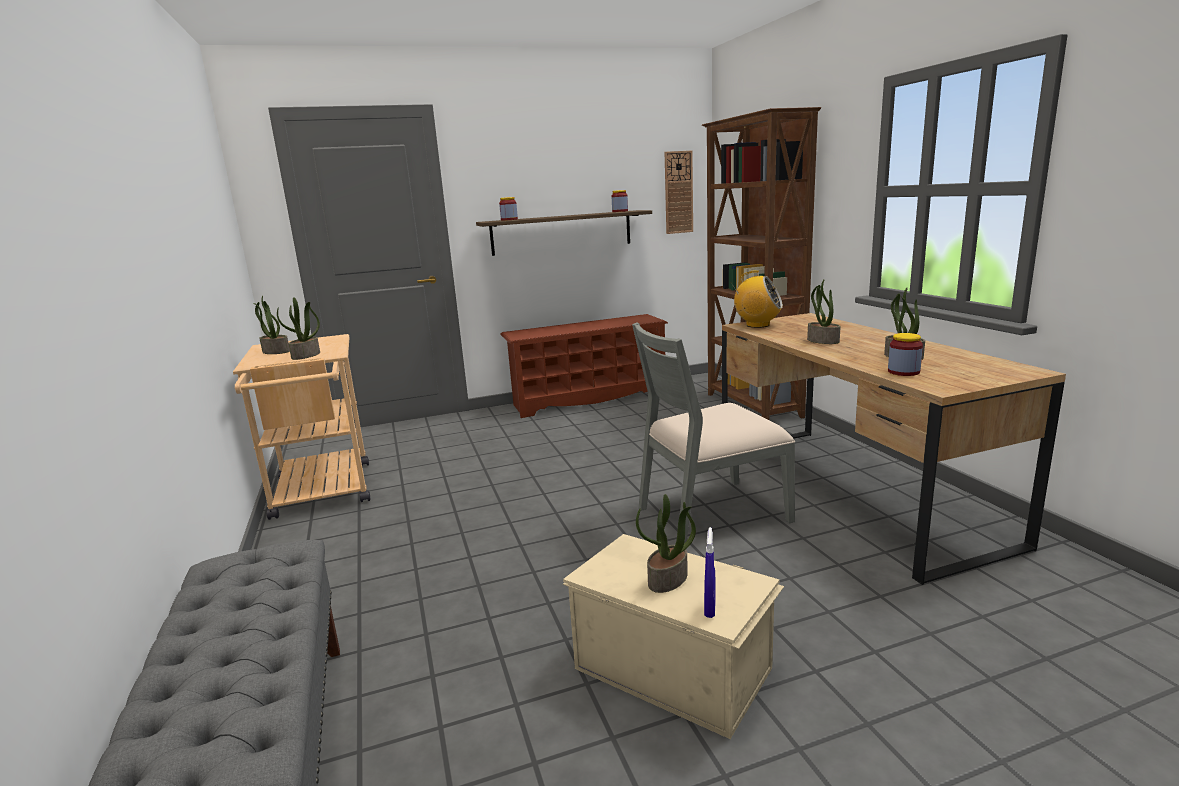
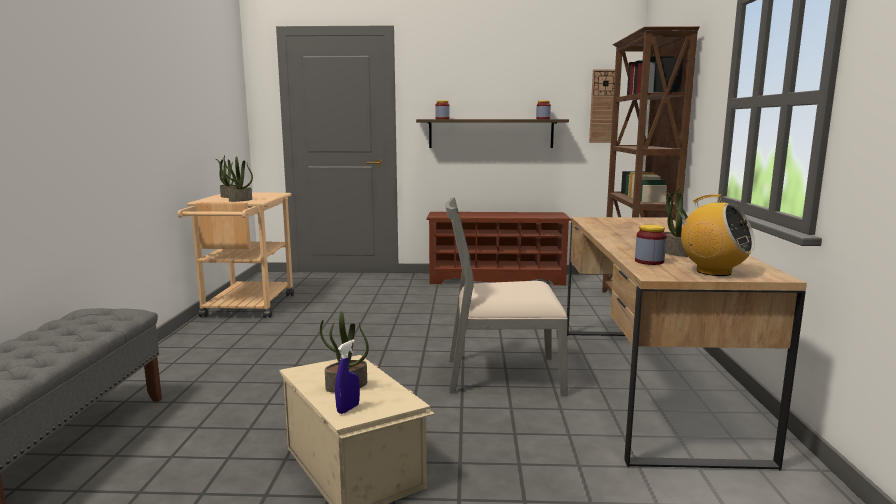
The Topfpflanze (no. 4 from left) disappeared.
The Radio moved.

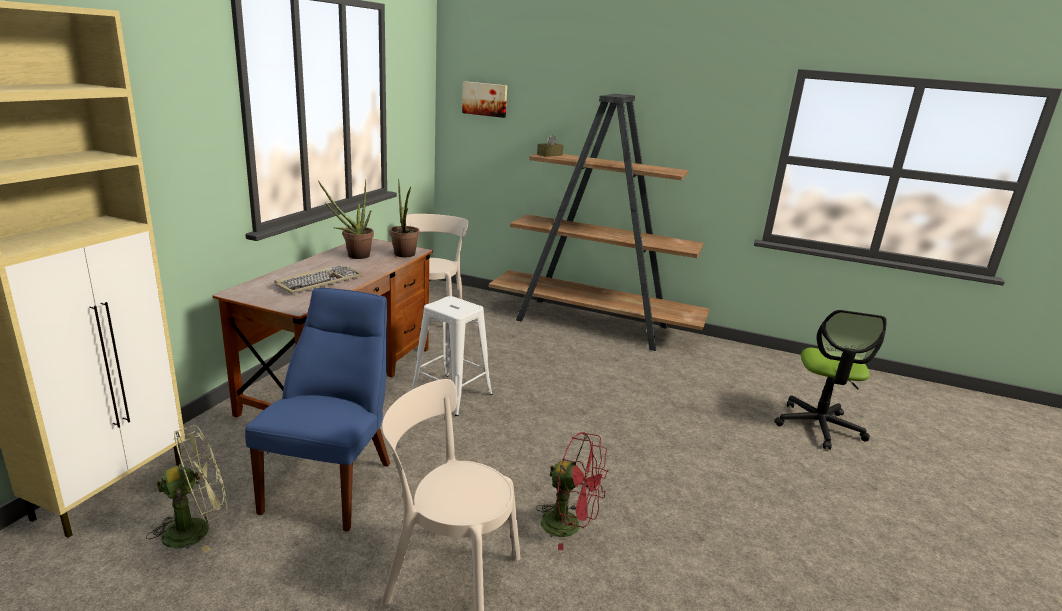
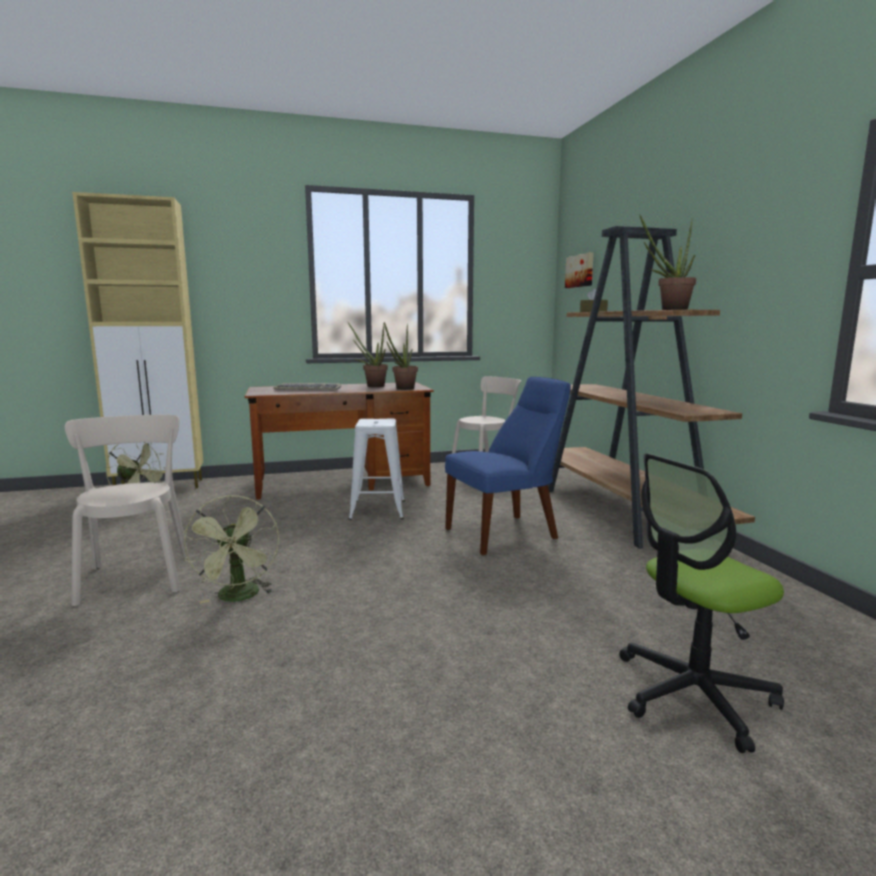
The Topfpflanze (no. 3 from left) appeared.
The Stuhl/blau moved.
The Ventilator/rot became the Ventilator/grün (no. 2 from left).

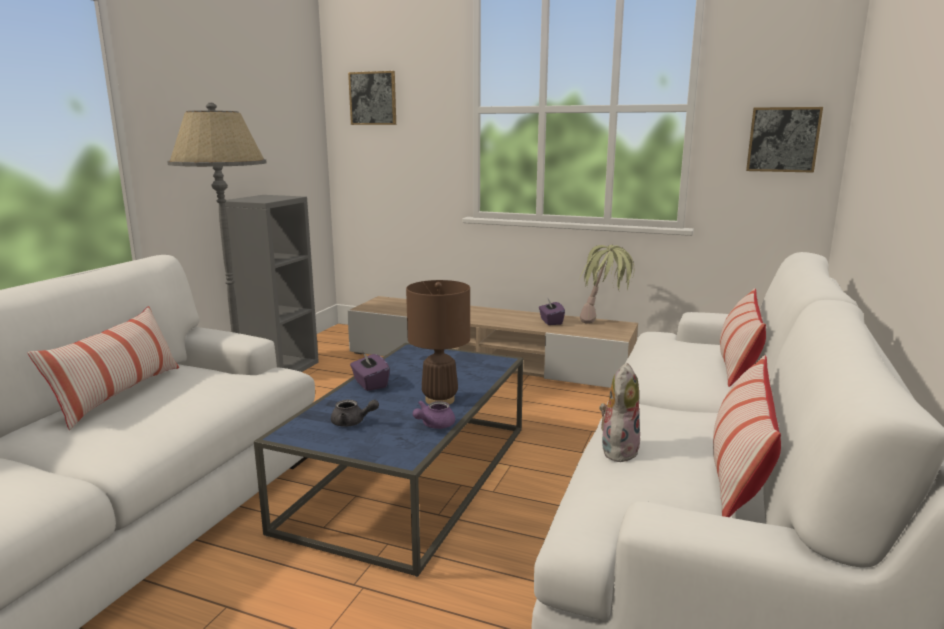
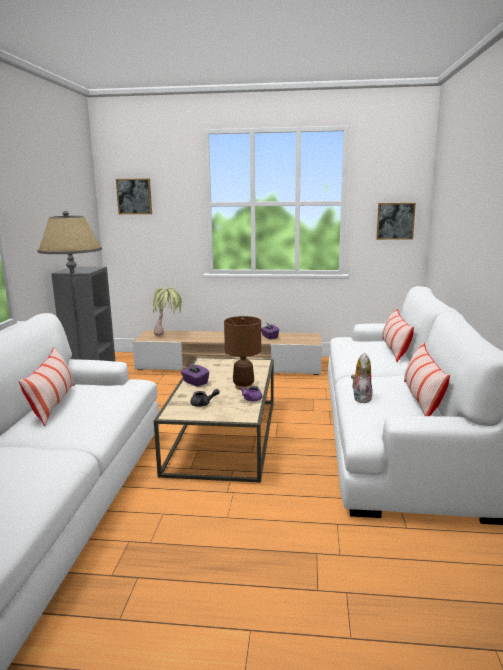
The Topfpflanze moved.
The Couchtisch/blau became the Couchtisch/beige.

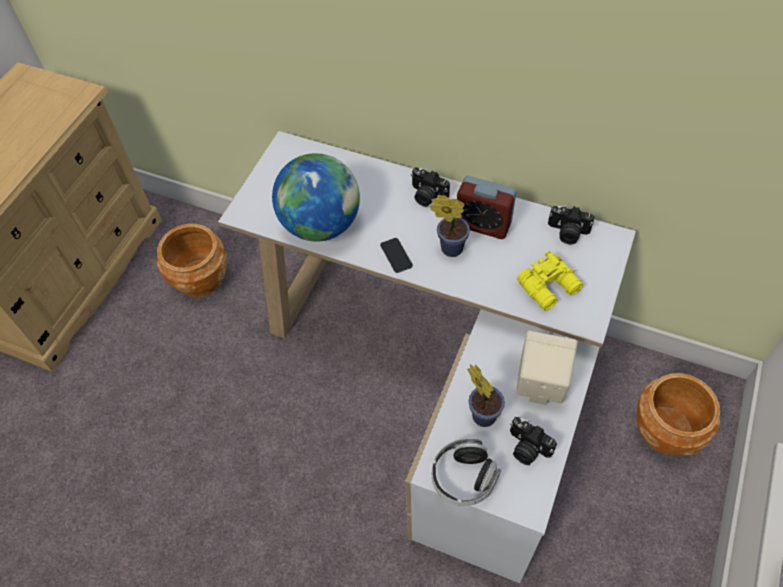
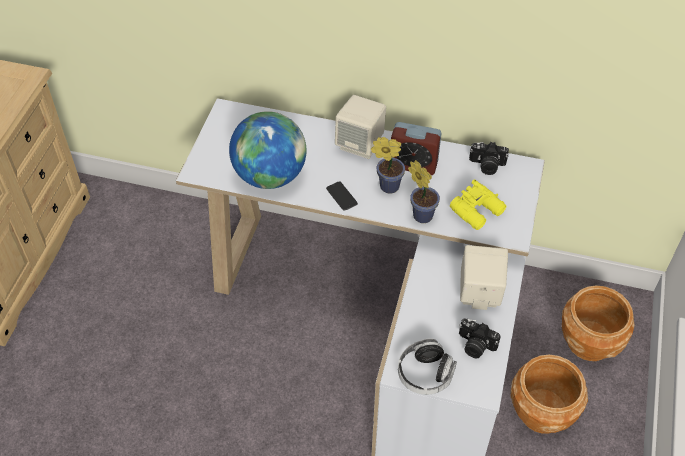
The Pflanzkübel/braun (no. 1 from left) moved.
The Topfpflanze (no. 2 from left) moved.
The Kamera (no. 1 from left) was replaced by the Lautsprecher/beige (no. 1 from left).

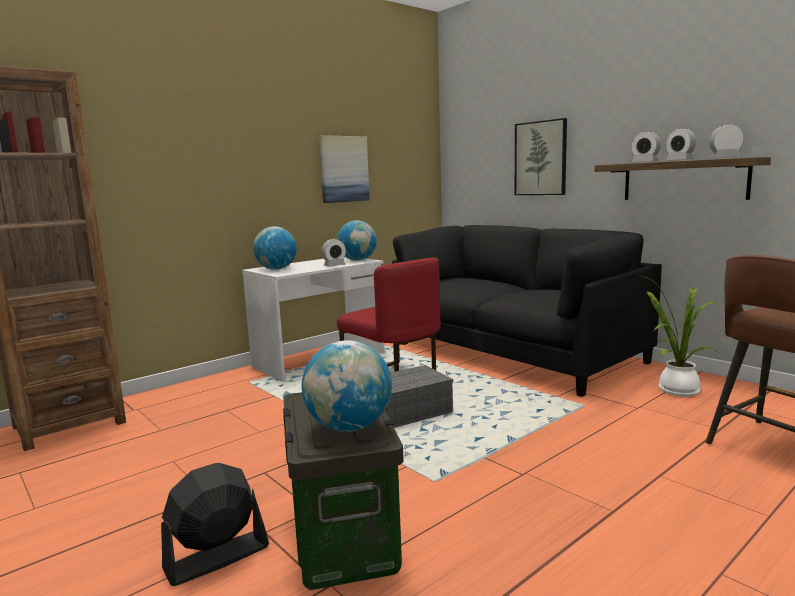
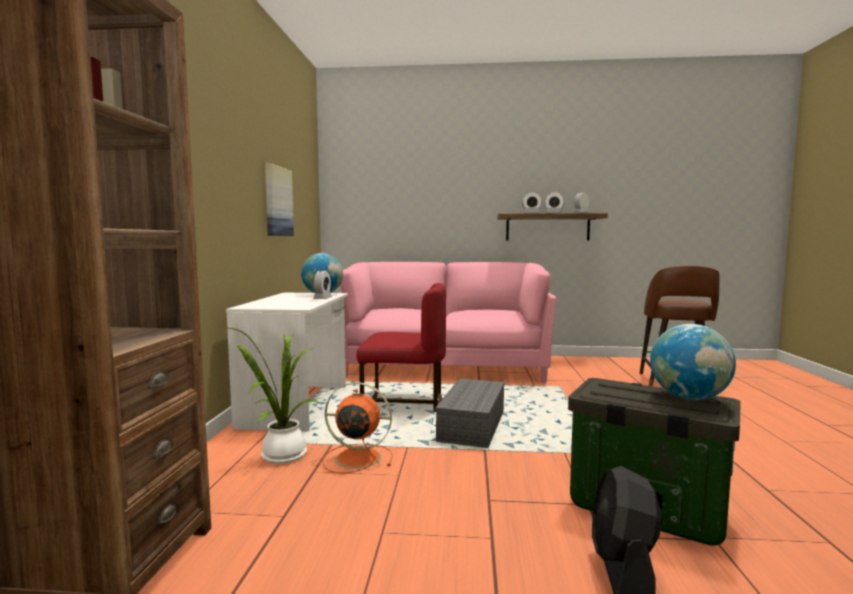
The Globus (no. 1 from left) disappeared.
The Bild (no. 2 from left) disappeared.
The Ventilator/orange appeared.
The Topfpflanze moved.
The Sofa/schwarz became the Sofa/rosa.

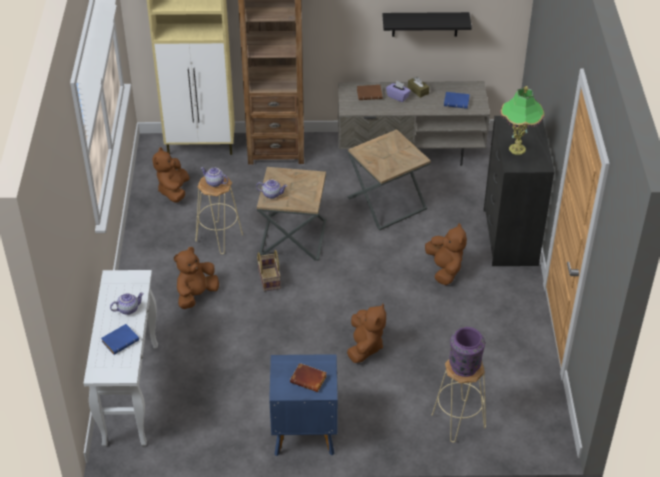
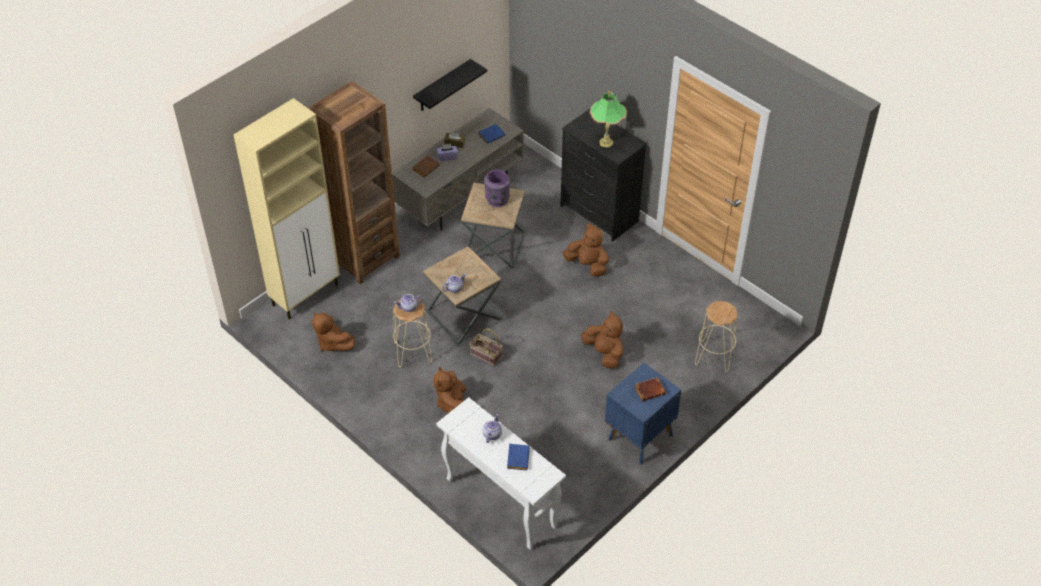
The Vase/lila moved.

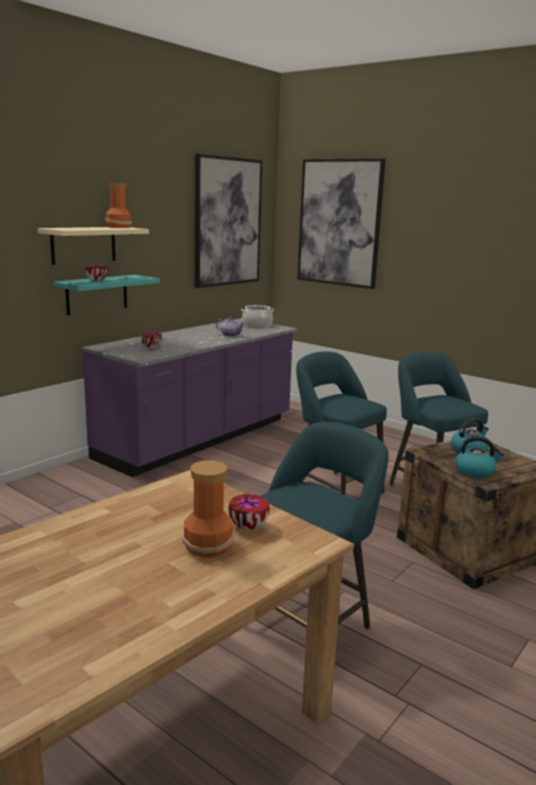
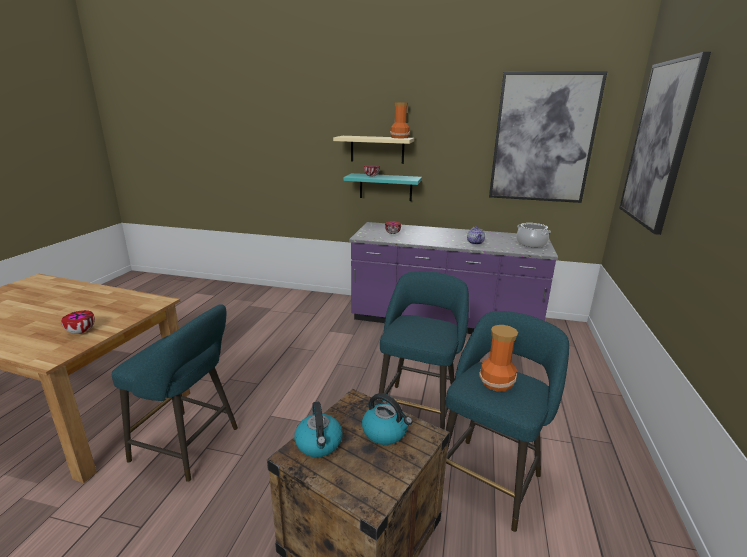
The Vase (no. 2 from left) moved.

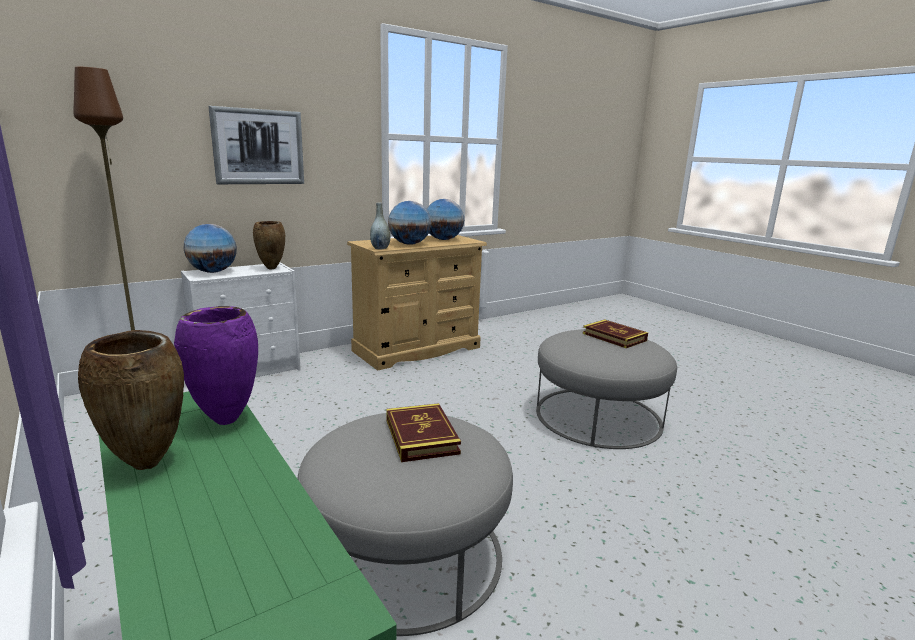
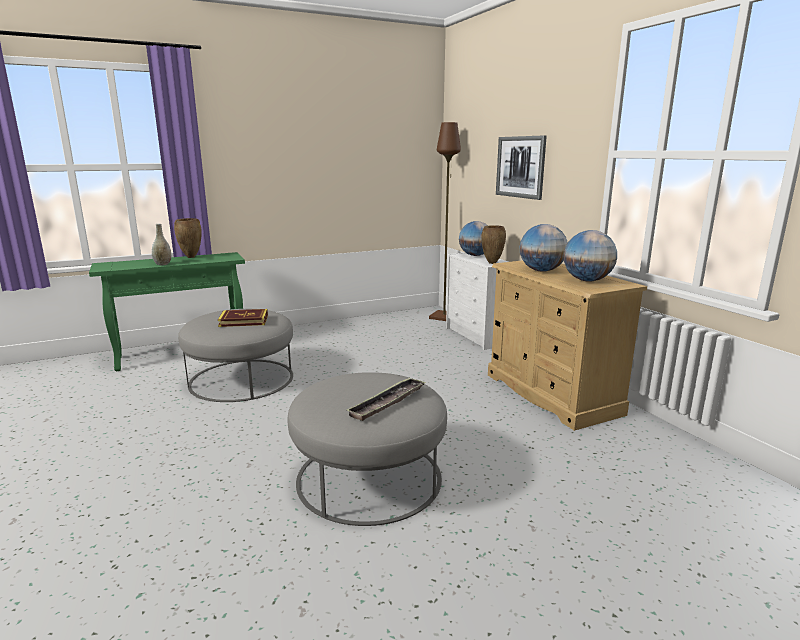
The Vase/lila disappeared.
The Vase/grau moved.
The Buch (no. 2 from left) was replaced by the Tablett.

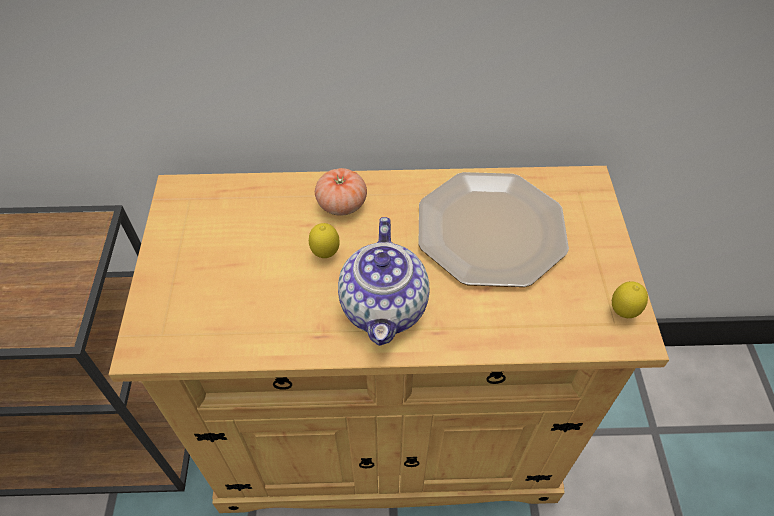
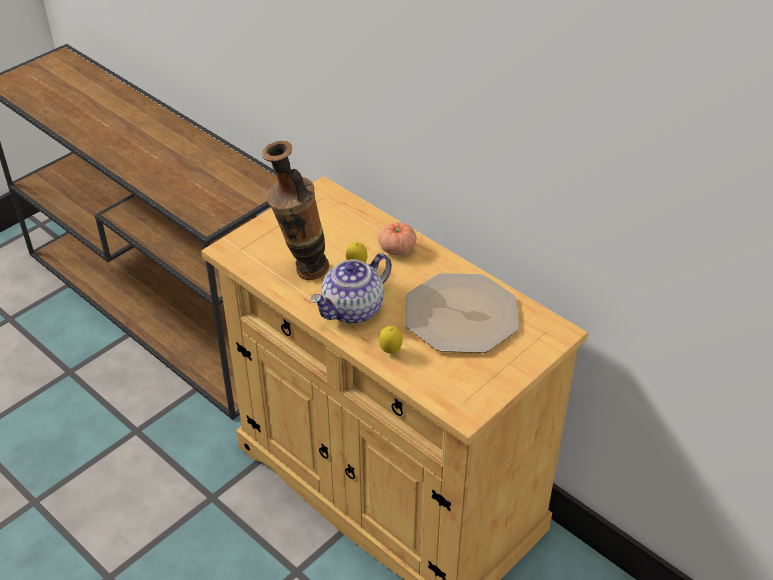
The Vase appeared.
The Zitrone (no. 2 from left) moved.

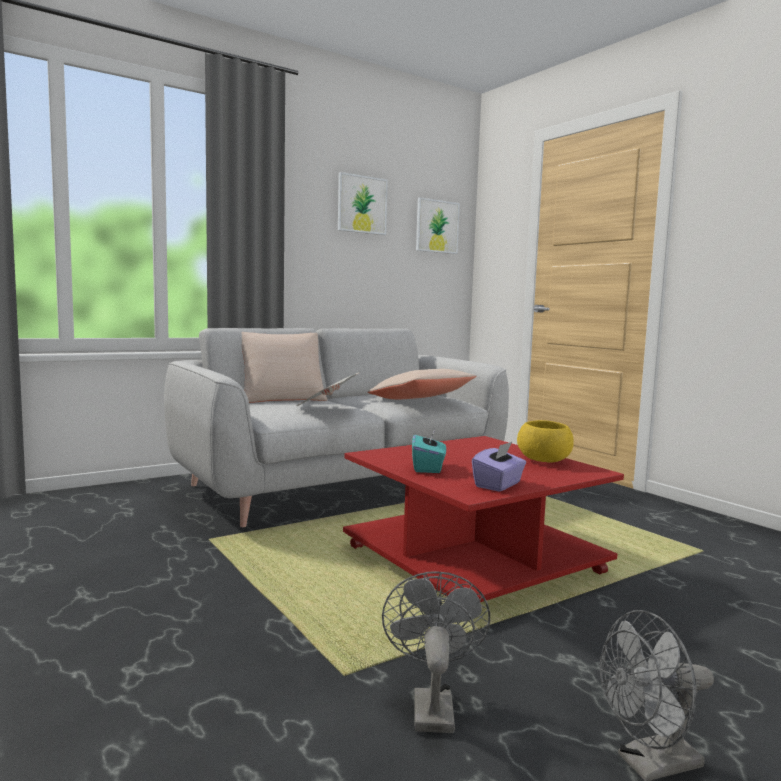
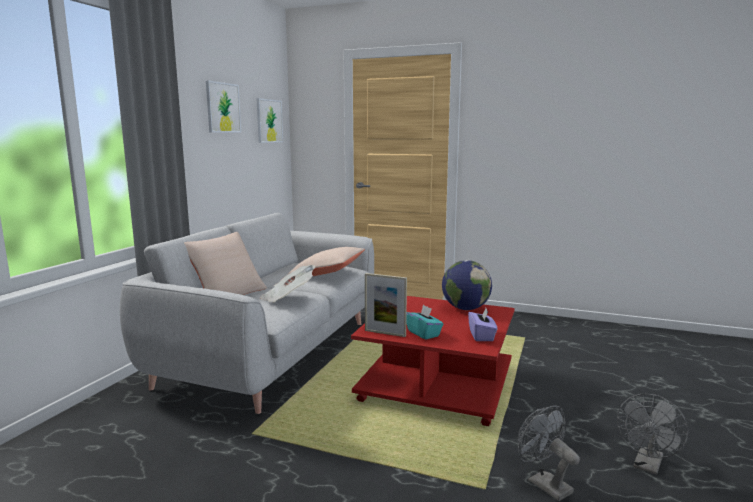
The Bilderrahmen appeared.
The Schüssel/gelb was replaced by the Globus.

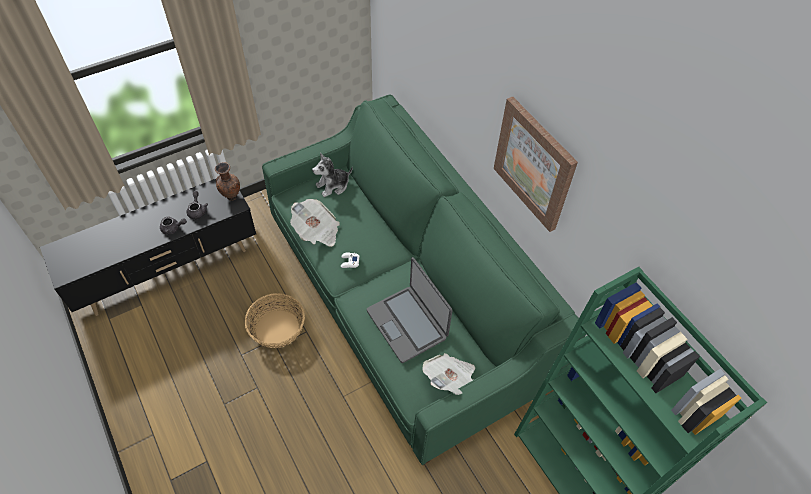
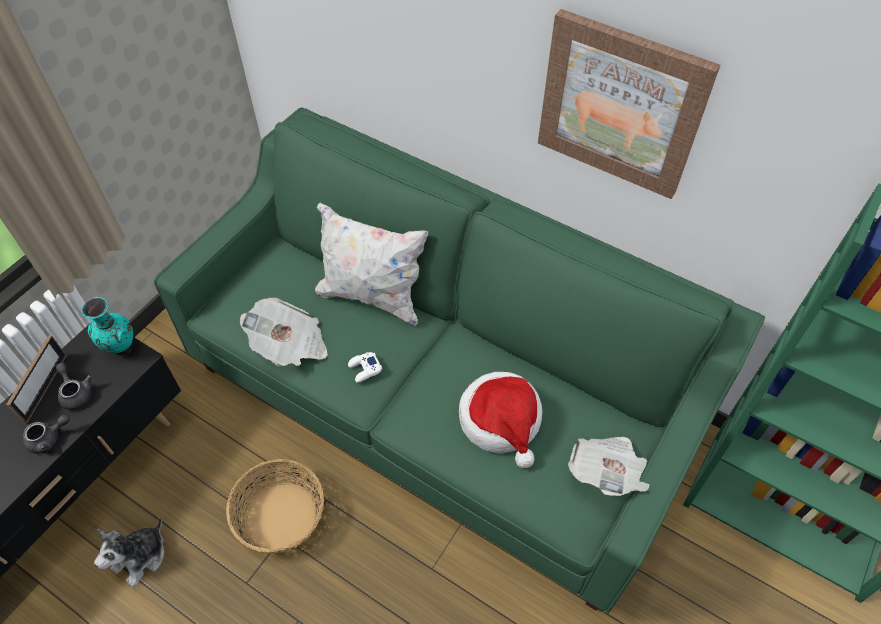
The Bilderrahmen appeared.
The Kissen/weiß appeared.
The Plüschtier moved.
The Laptop was replaced by the Hut.
The Vase/braun became the Vase/türkis.

